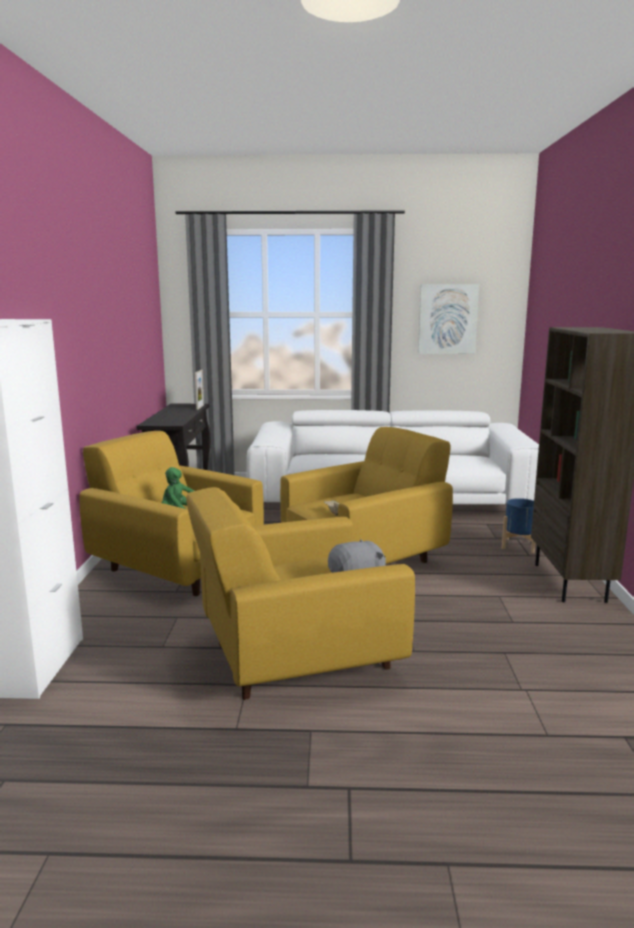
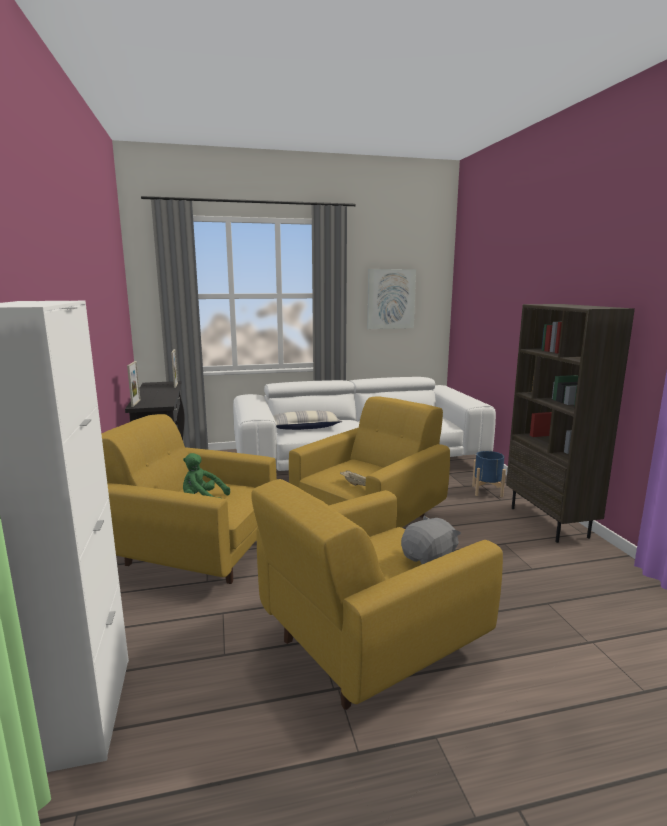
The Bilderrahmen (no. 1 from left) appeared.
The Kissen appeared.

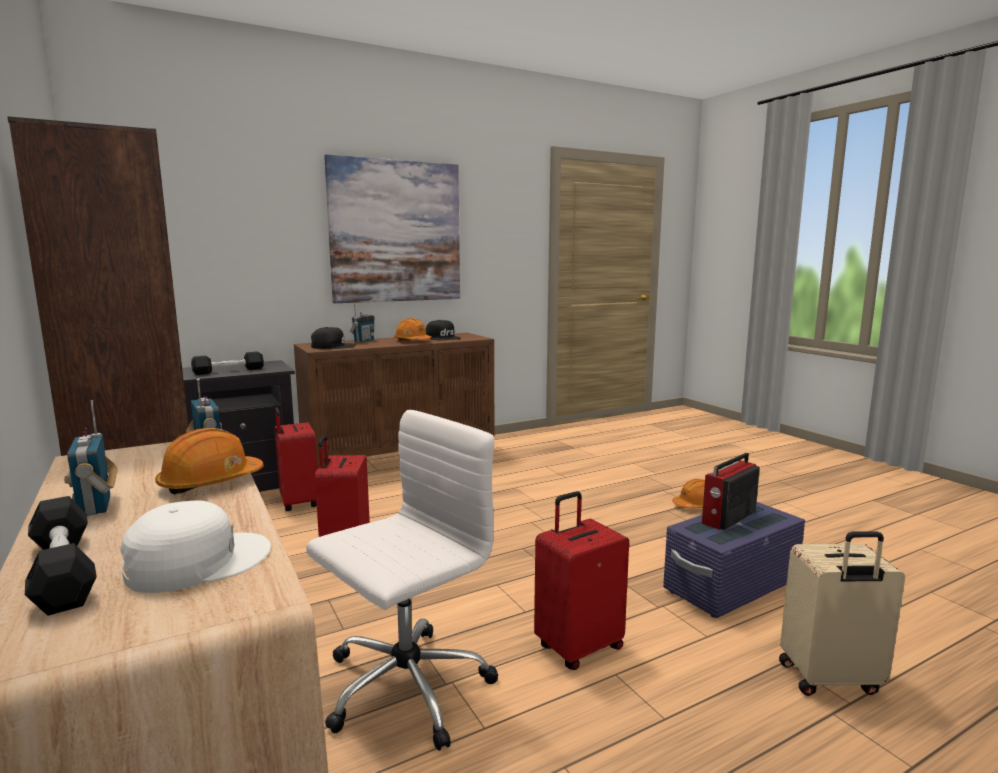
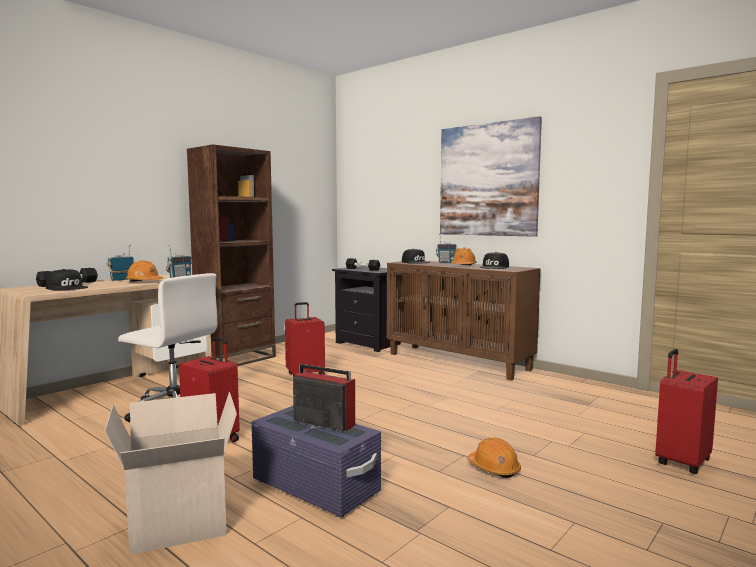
The Koffer/rot (no. 1 from left in the first image) moved.
The Koffer/beige was replaced by the Karton.
The Kappe/weiß became the Kappe/schwarz (no. 1 from left).

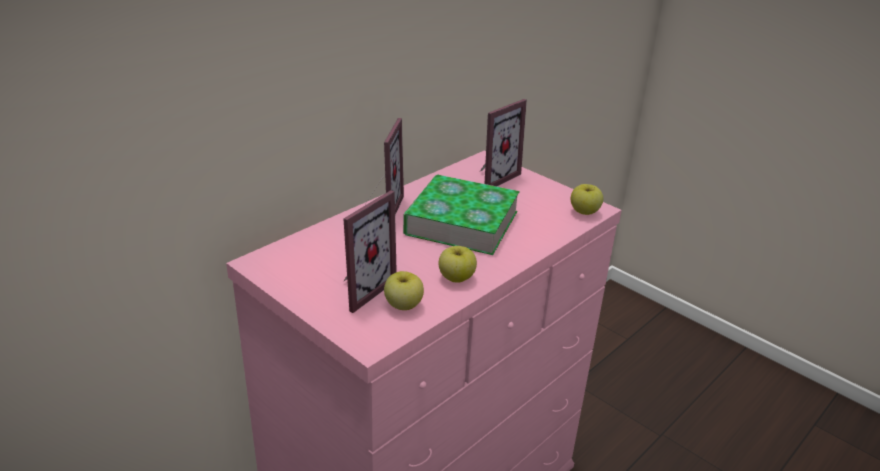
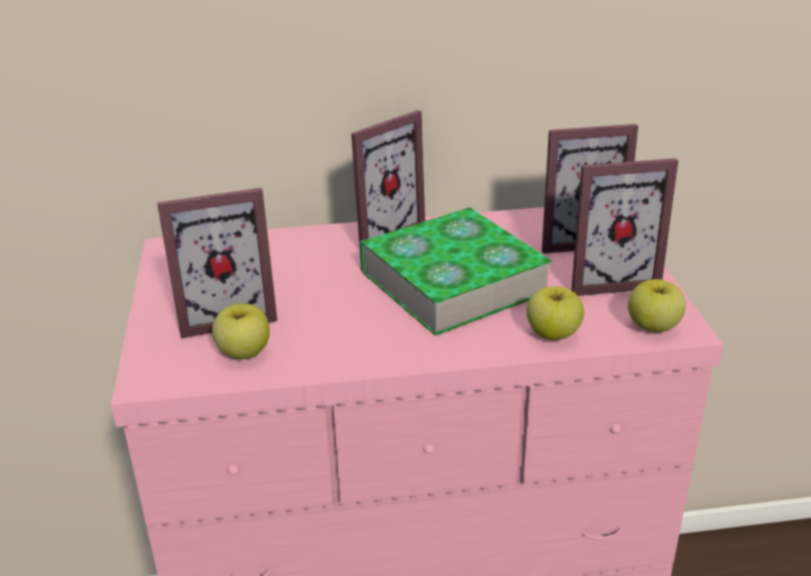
The Bilderrahmen (no. 4 from left) appeared.
The Apfel (no. 2 from left) moved.

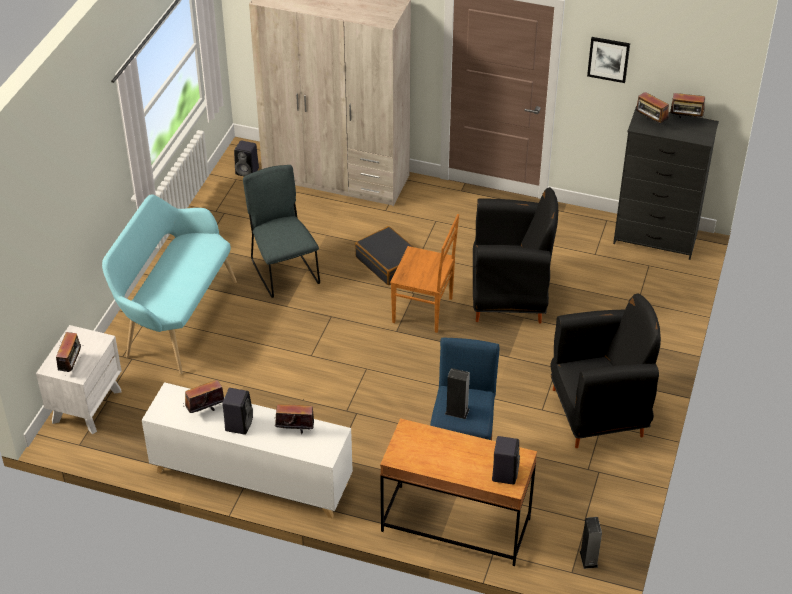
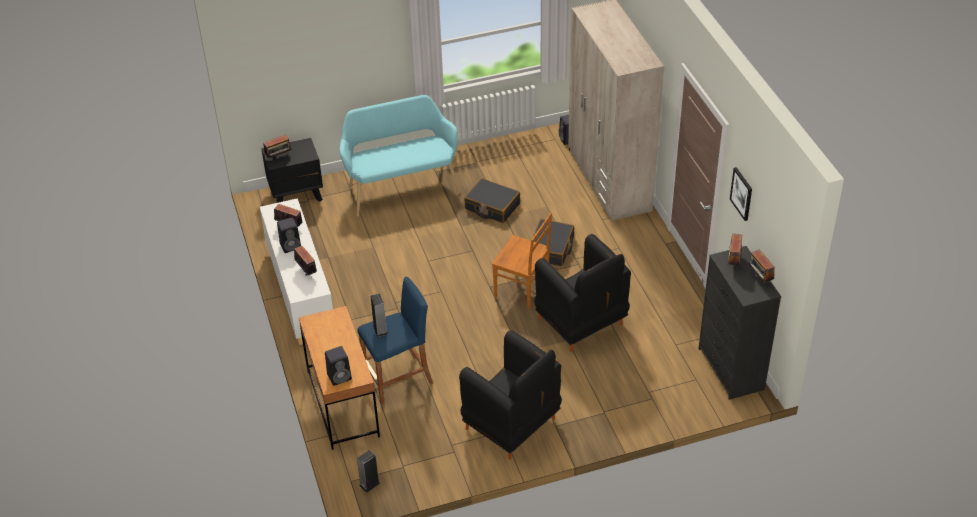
The Stuhl/grau was replaced by the Koffer/schwarz (no. 1 from left).
The Nachttisch/weiß became the Nachttisch/schwarz.
The Stuhl/braun turned 45 degrees counterclockwise.

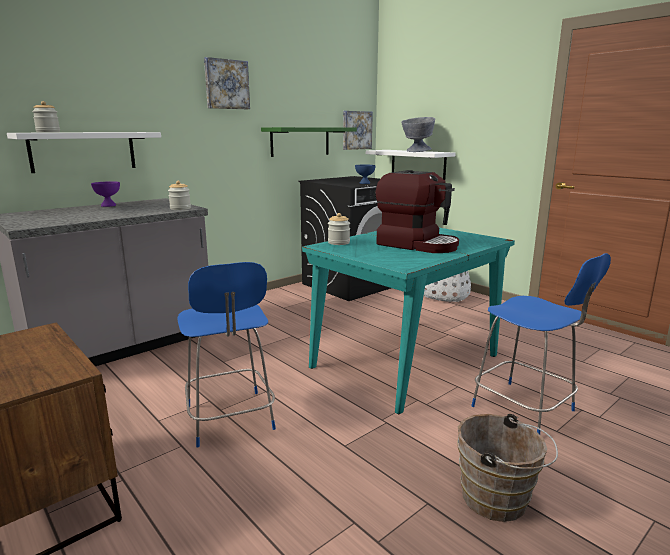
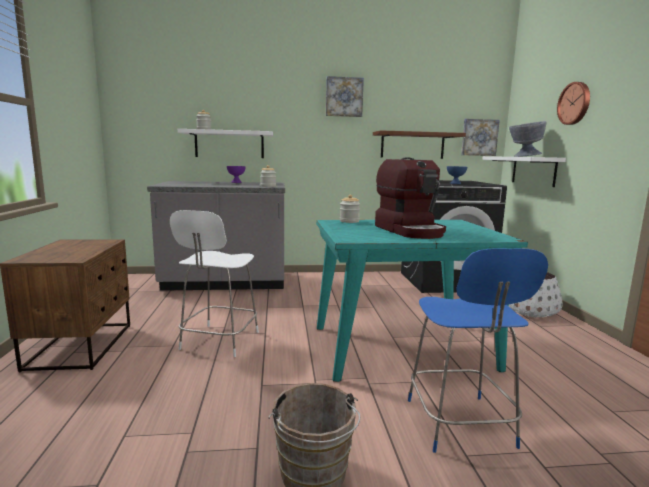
The Wanduhr appeared.
The Stuhl/blau (no. 1 from left) became the Stuhl/weiß.
The Wandregal/grün became the Wandregal/braun.

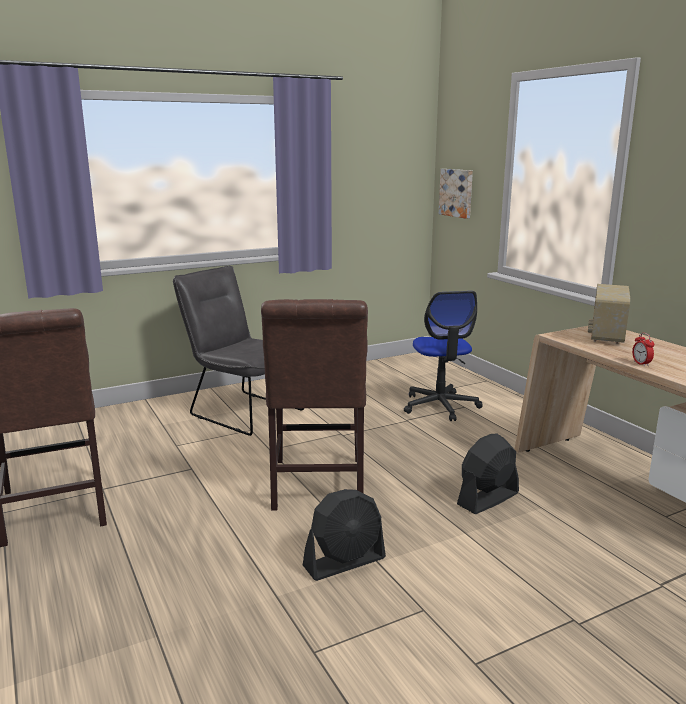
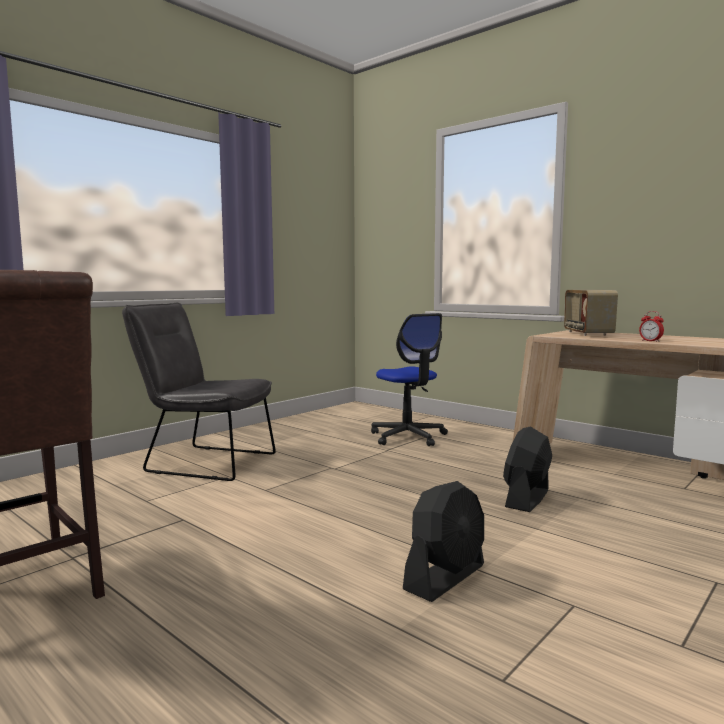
The Stuhl/braun (no. 2 from left) disappeared.
The Bild disappeared.

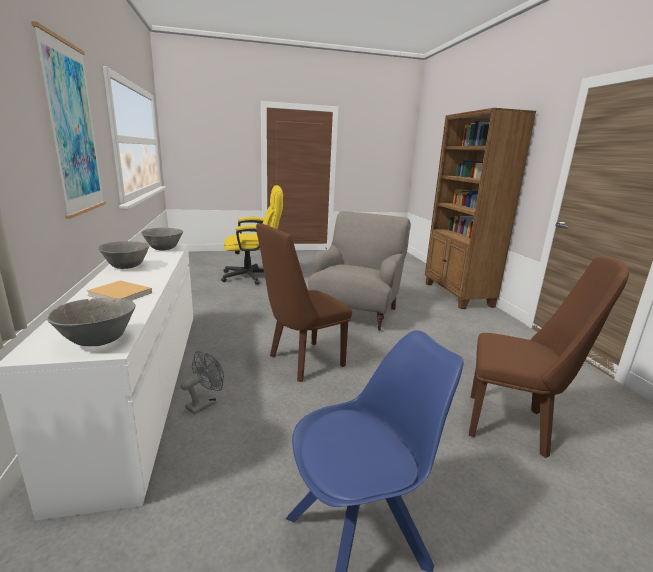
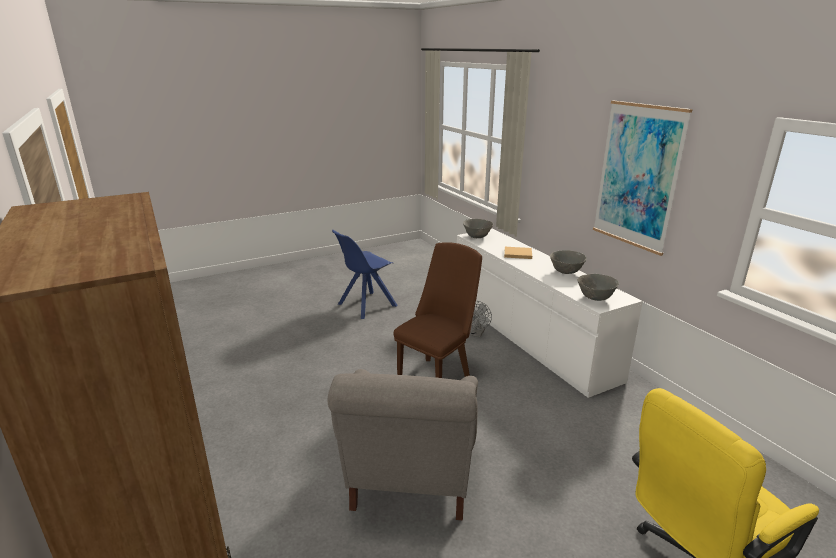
The Stuhl/braun (no. 2 from left) disappeared.

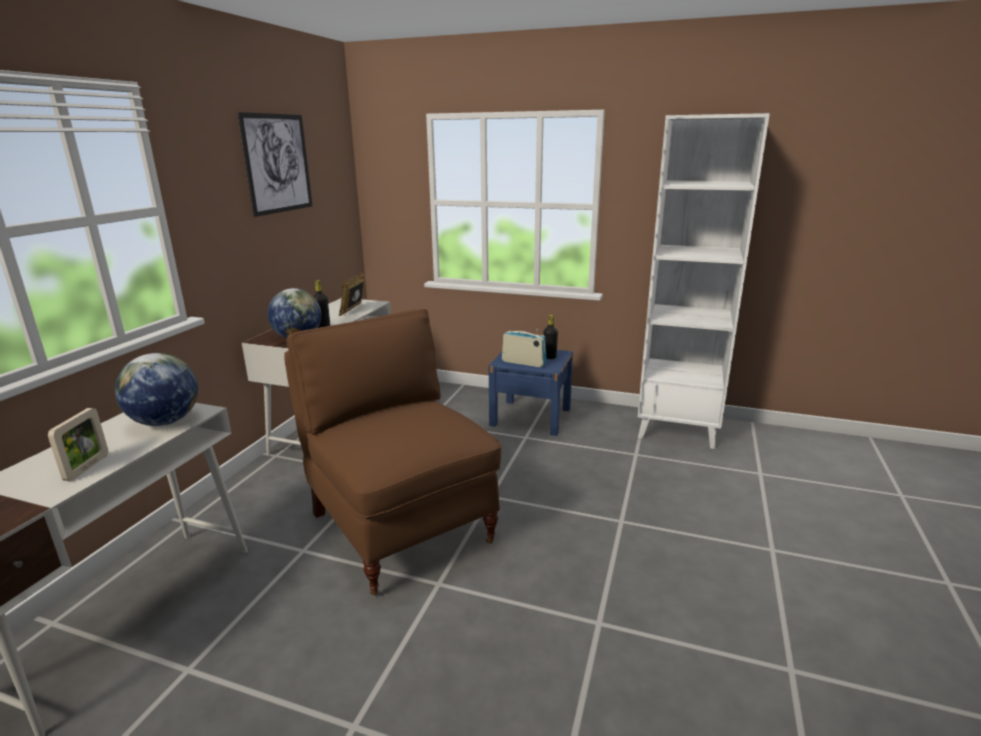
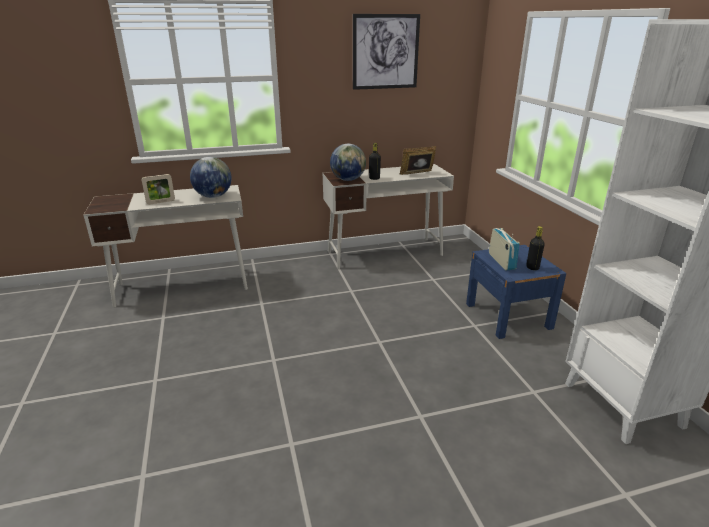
The Stuhl/braun disappeared.

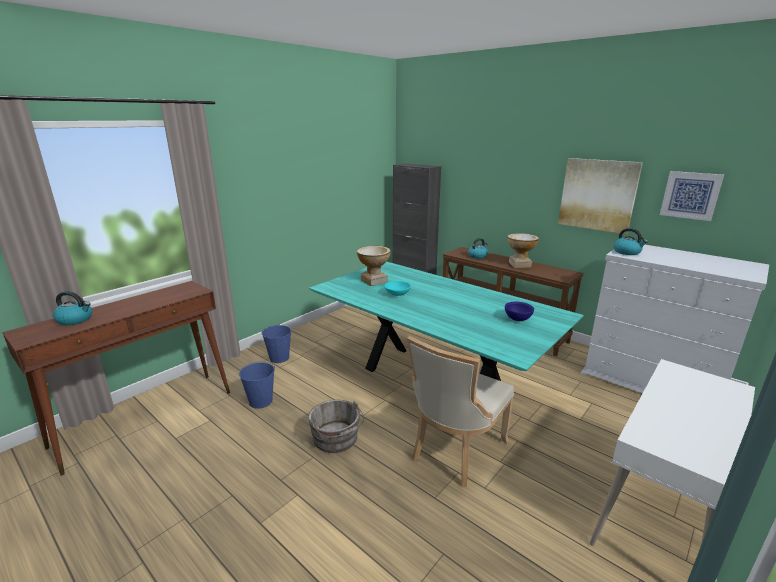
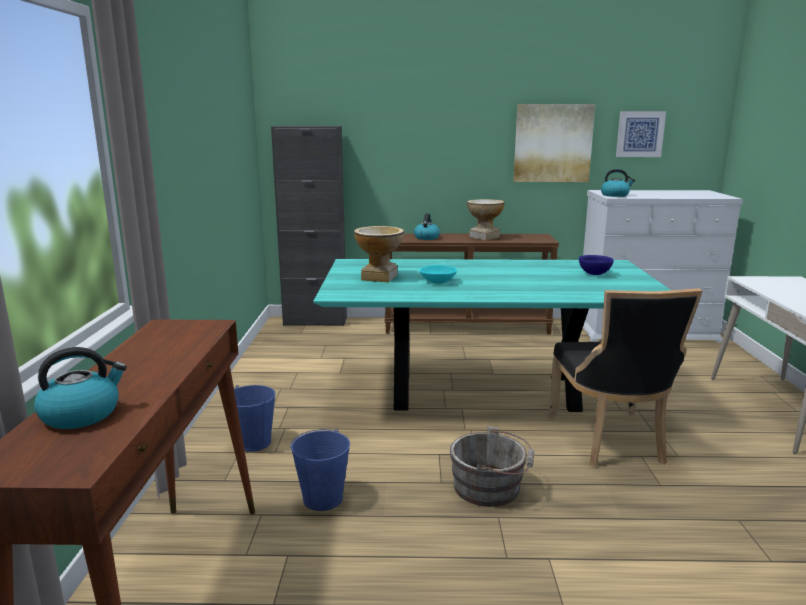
The Stuhl/beige became the Stuhl/schwarz.

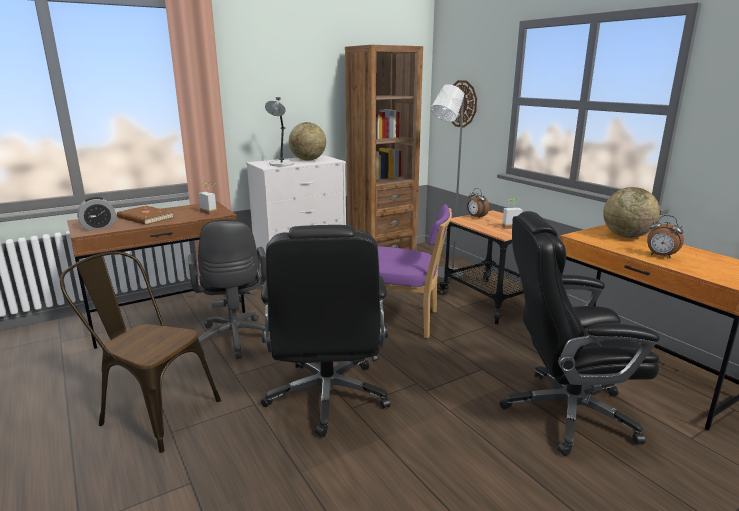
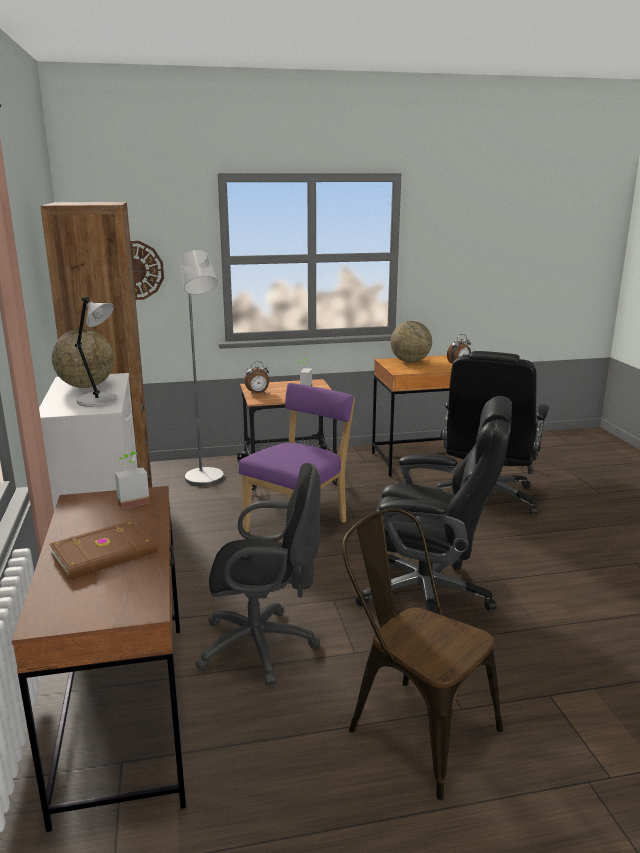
The Wecker (no. 1 from left) disappeared.
The Stuhl/braun turned 90 degrees clockwise.

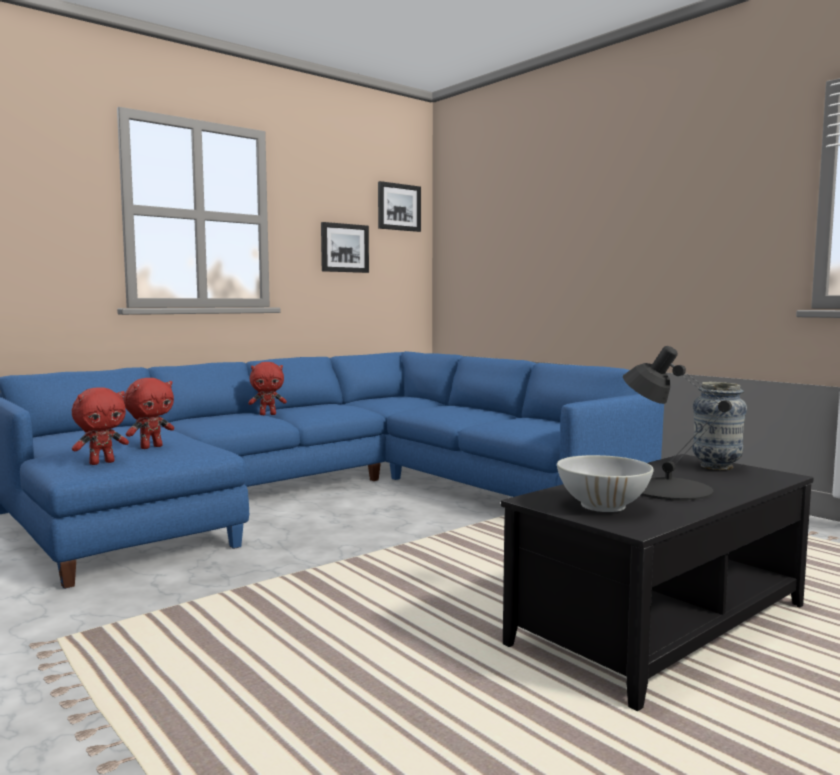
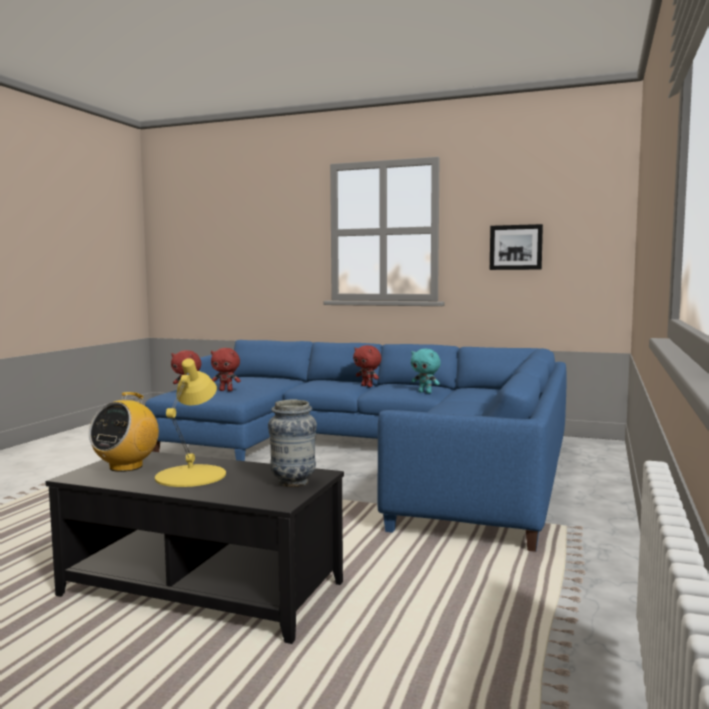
The Bild (no. 2 from left) disappeared.
The Plüschtier/türkis appeared.
The Schüssel/weiß was replaced by the Radio.
The Tischlampe/schwarz became the Tischlampe/gelb.

